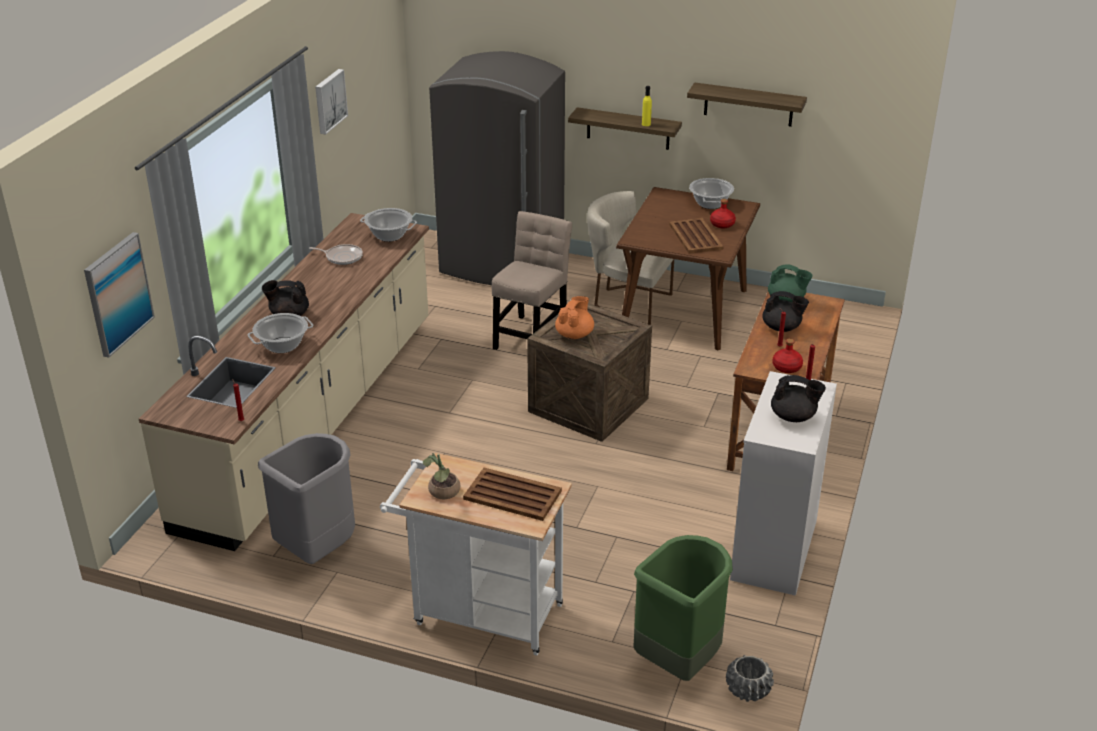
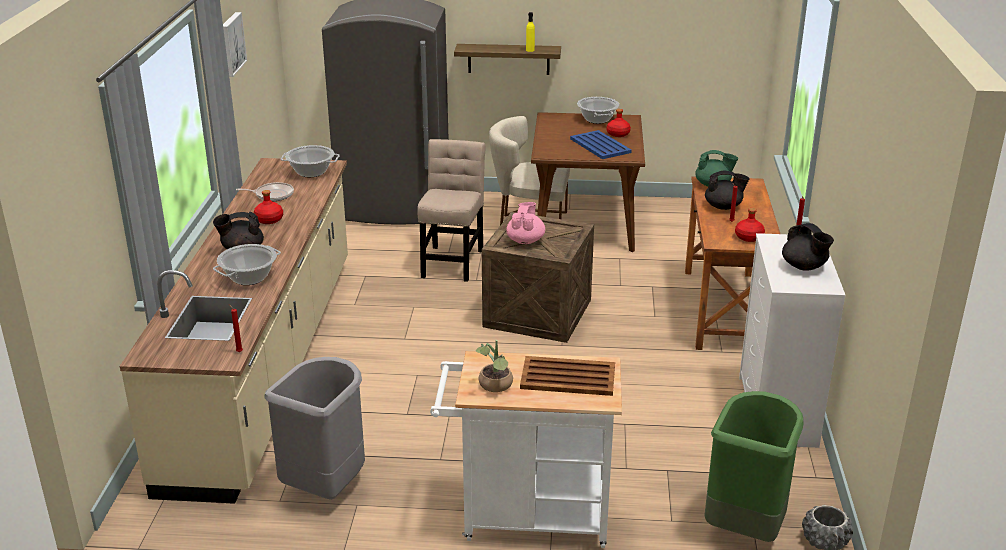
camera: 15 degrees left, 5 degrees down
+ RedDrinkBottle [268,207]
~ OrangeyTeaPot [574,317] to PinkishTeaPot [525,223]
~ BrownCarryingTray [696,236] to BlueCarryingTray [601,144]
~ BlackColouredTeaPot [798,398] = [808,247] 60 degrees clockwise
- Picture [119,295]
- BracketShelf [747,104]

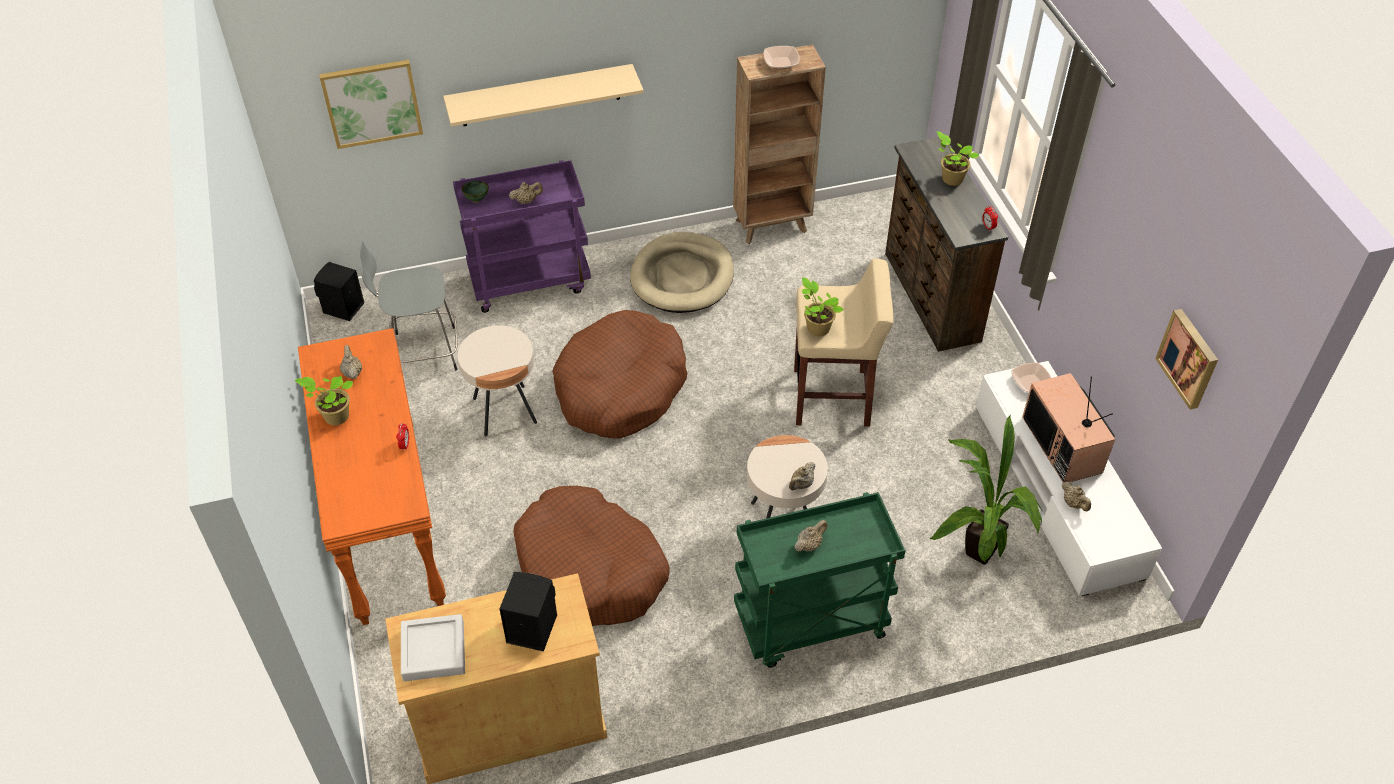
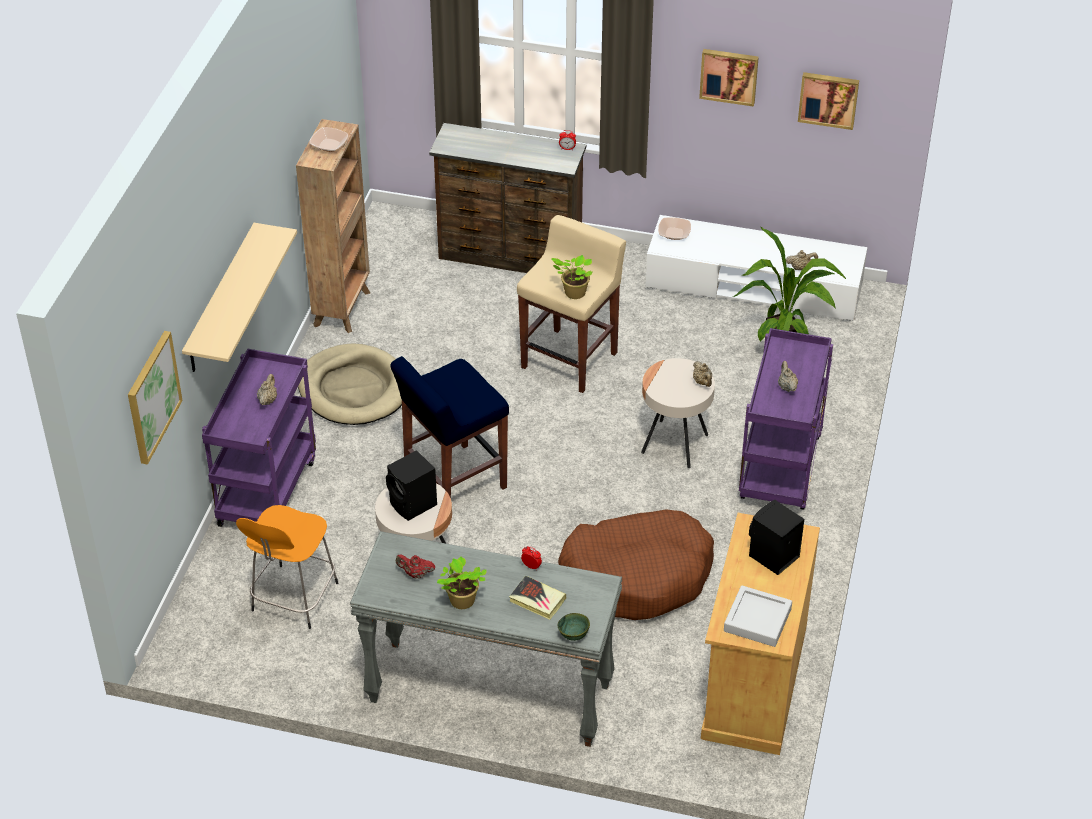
camera: 60 degrees left, 5 degrees down
~ GrayStool [408,305] to OrangeyStool [287,567]
~ OrangeyConsoleTable [372,476] to GrayConsoleTable [486,639]
~ BlackColouredAudioSpeaker [339,291] to [411,485]
~ BrownPetBed [619,374] to BlueStool [449,427]
~ BeigeTeaPot [351,362] to RedTeaPot [415,566]
+ Book [537,597]
~ GreenColouredDeepDish [475,192] to [574,627]
+ Picture [729,78]
~ GreenColouredTrolley [820,580] to PurplishTrolley [786,419]
- Houseplant [957,158]
- Television [1068,428]

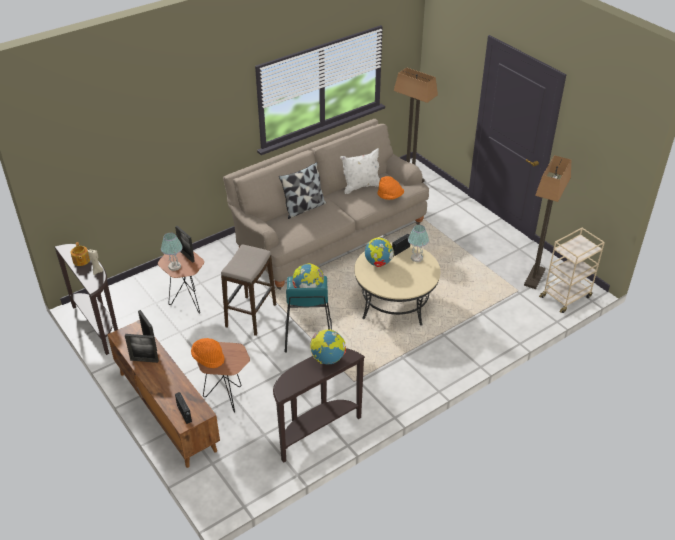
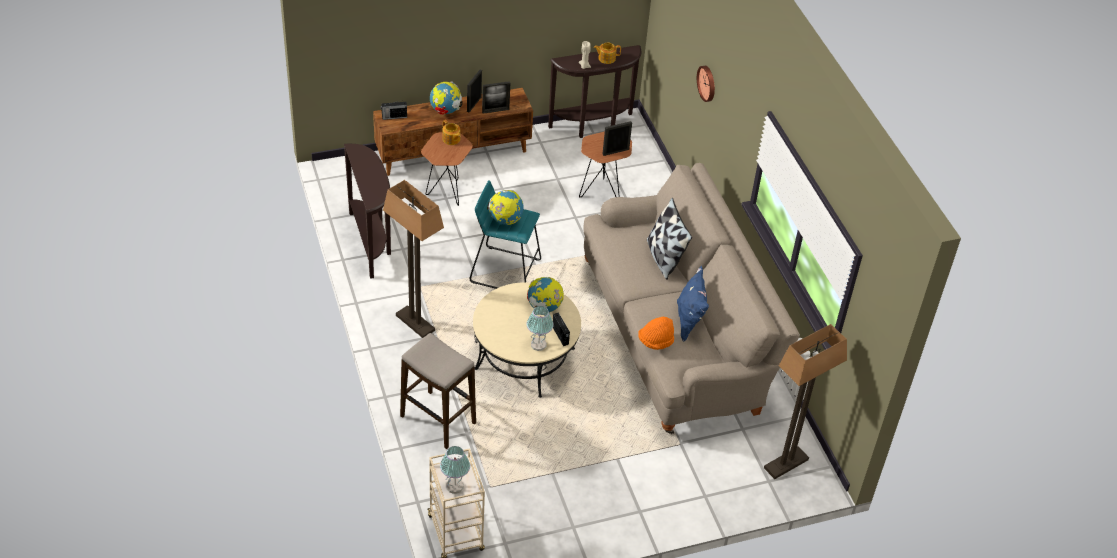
camera: 105 degrees right, 5 degrees up
~ StandardLamp [547,222] to [413,259]
~ Stool [248,290] to [438,391]
~ WorldGlobe [328,346] to [446,98]
~ TabletopLamp [172,251] to [455,470]
~ OrangeyHat [207,353] to TeaPot [451,132]
~ WhiteCushion [360,171] to BlueCushion [693,304]
+ WallClock [706,84]

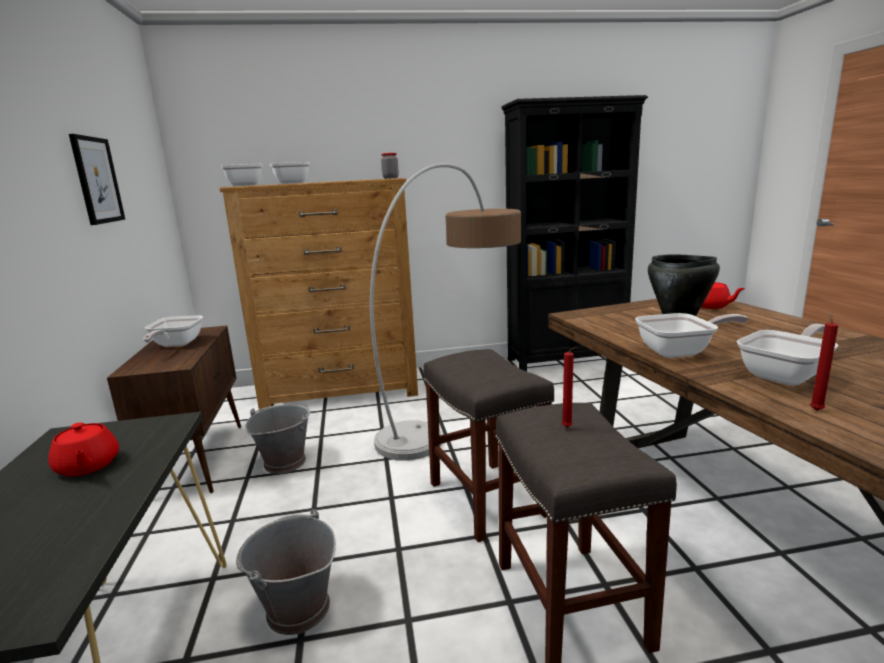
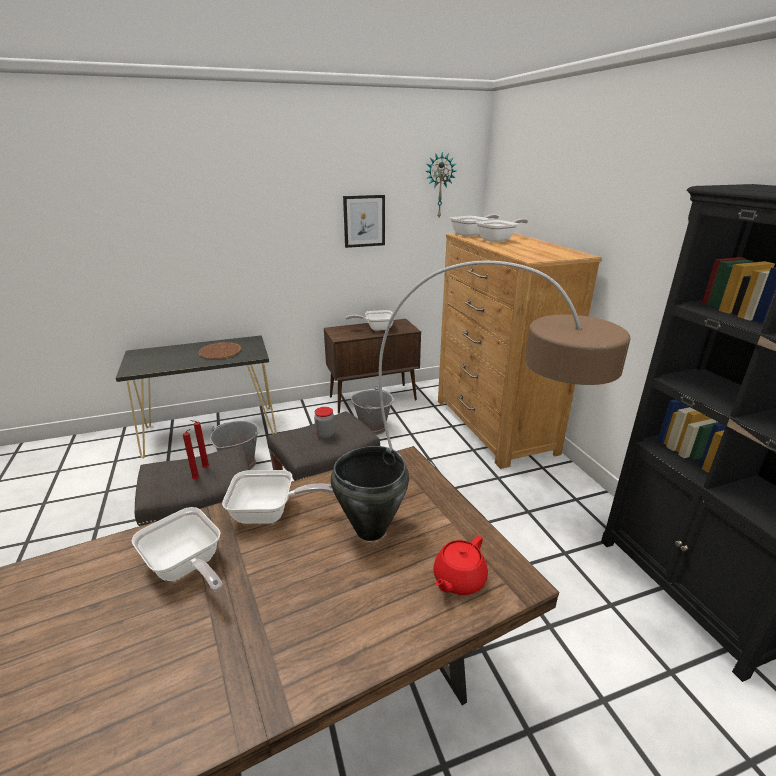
camera: 80 degrees right, 10 degrees up
~ RedWaxCandle [824,361] to [191,454]
~ RedTeaPot [83,449] to BrownDinnerPlate [220,350]
~ Skillet [692,335] = [278,497] 75 degrees counterclockwise
~ PreserveJar [390,166] to [324,423]
+ WallClock [440,184]

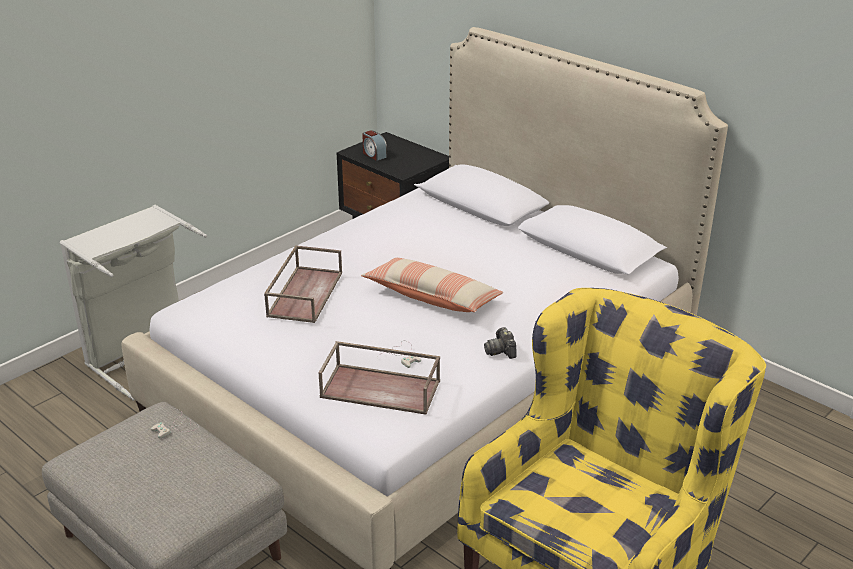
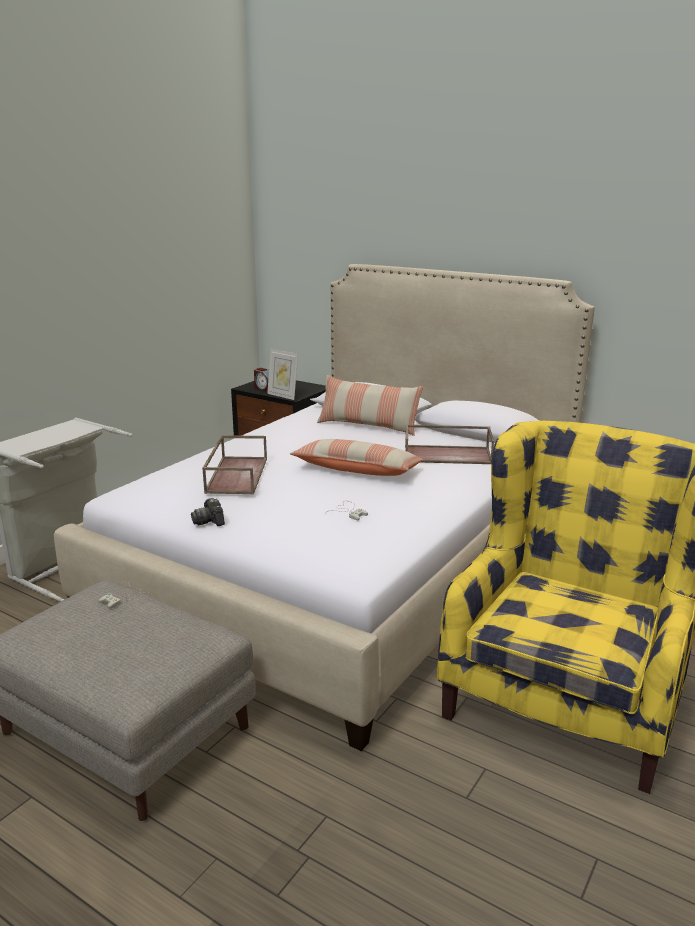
camera: 10 degrees left, 10 degrees down
~ PhotoCamera [500,343] to [208,512]
+ StandingFrame [282,374]
+ Cushion [370,405]
~ BrownCarryingTray [379,378] to [449,444]

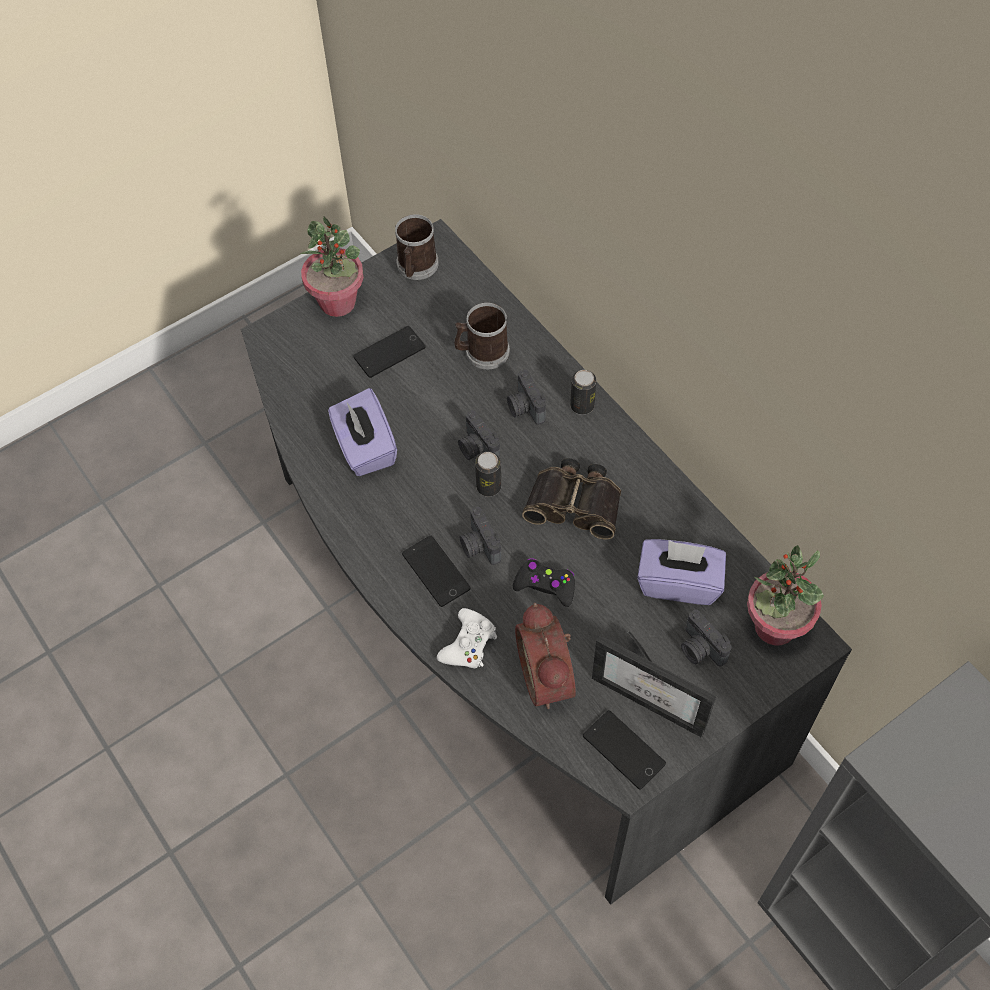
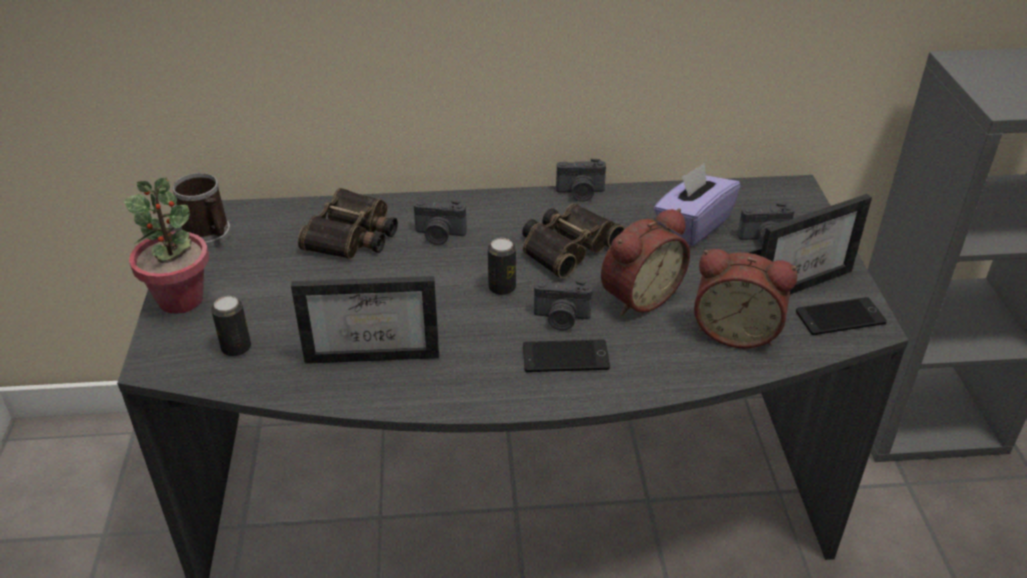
camera: 60 degrees left, 20 degrees down
~ Can [583,392] to [231,326]
~ PurplishBoxOfTissues [362,432] to StandingFrame [365,320]
~ Mug [482,336] to Binoculars [348,223]
~ PhotoCamera [479,435] to [581,180]
~ BlackColouredJoypad [544,582] to BedsideClock [645,262]
- Phone [389,352]
- WhiteJoypad [467,638]
- Houseplant [785,595]

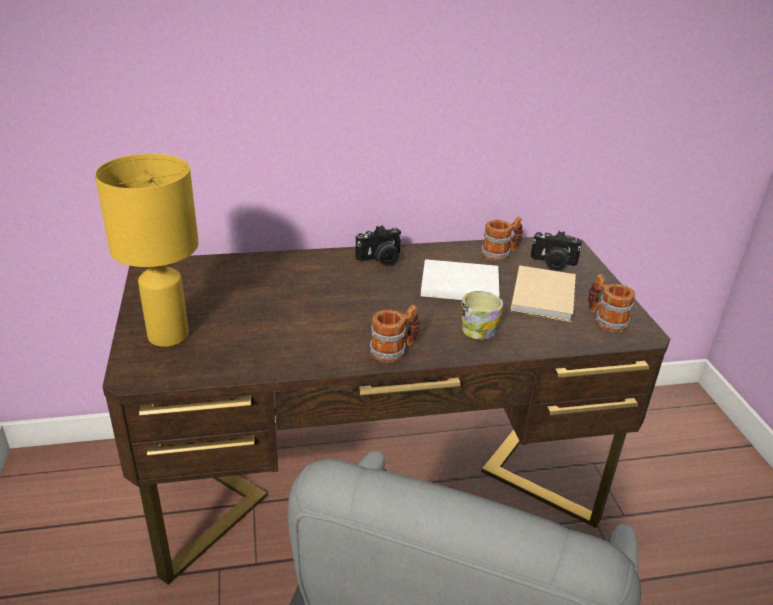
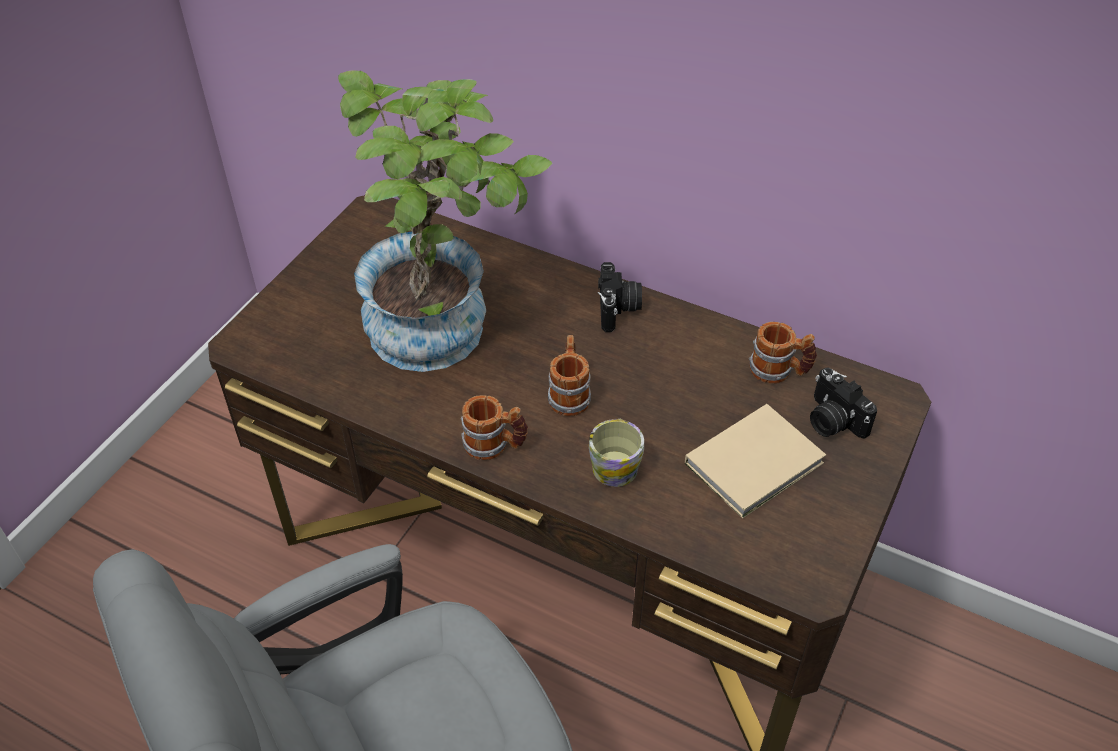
camera: 40 degrees right, 15 degrees up
+ Houseplant [445,221]
~ Mug [611,303] to [569,375]
~ PhotoCamera [378,245] = [620,297] 105 degrees counterclockwise
- YellowishTabletopLamp [147,250]
- WhiteBook [460,279]

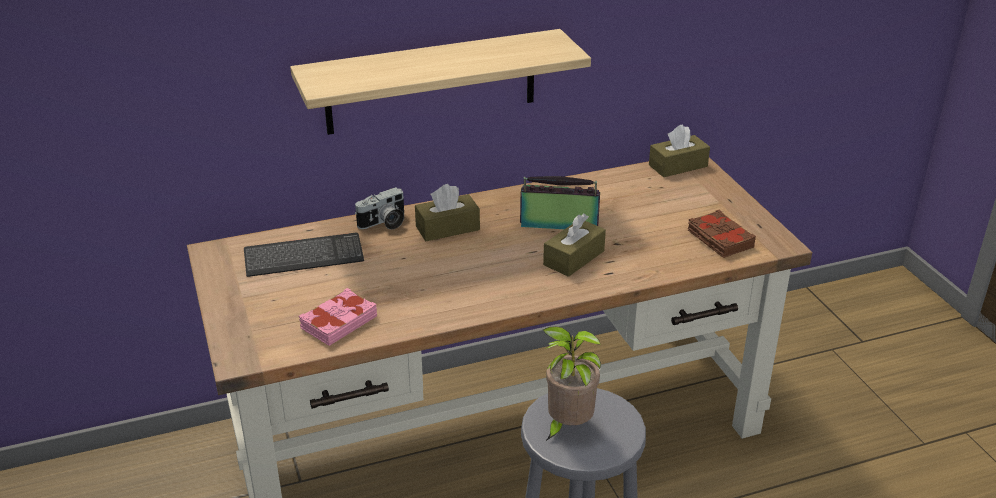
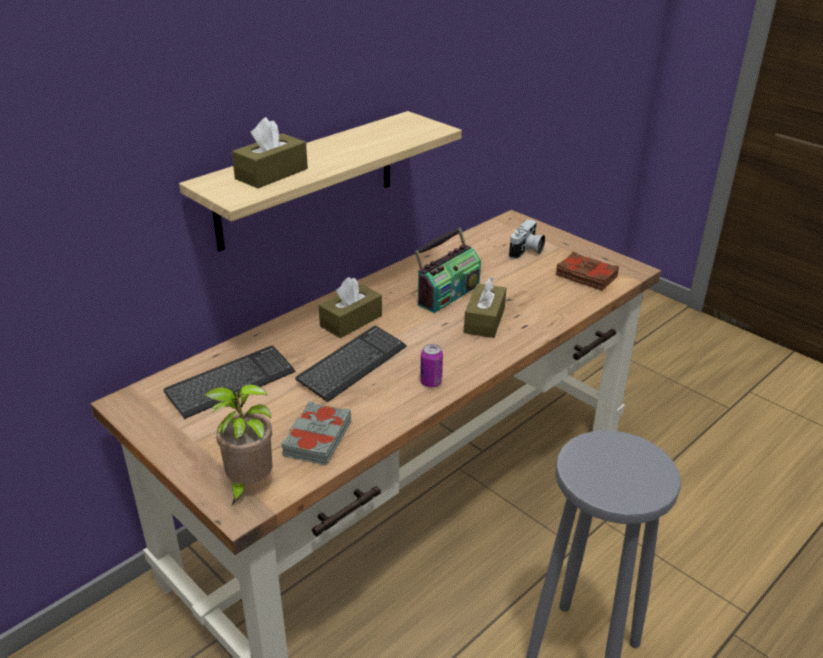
camera: 25 degrees left, 0 degrees up
~ Houseplant [572,383] to [238,444]
~ BrownBoxOfTissues [679,150] to [270,152]
~ PinkishBook [338,317] to GrayBook [316,433]
+ Keyboard [351,364]
~ Radio [560,202] = [448,270] 150 degrees clockwise
+ Can [431,366]
~ PhotoCamera [379,208] to [527,239]

